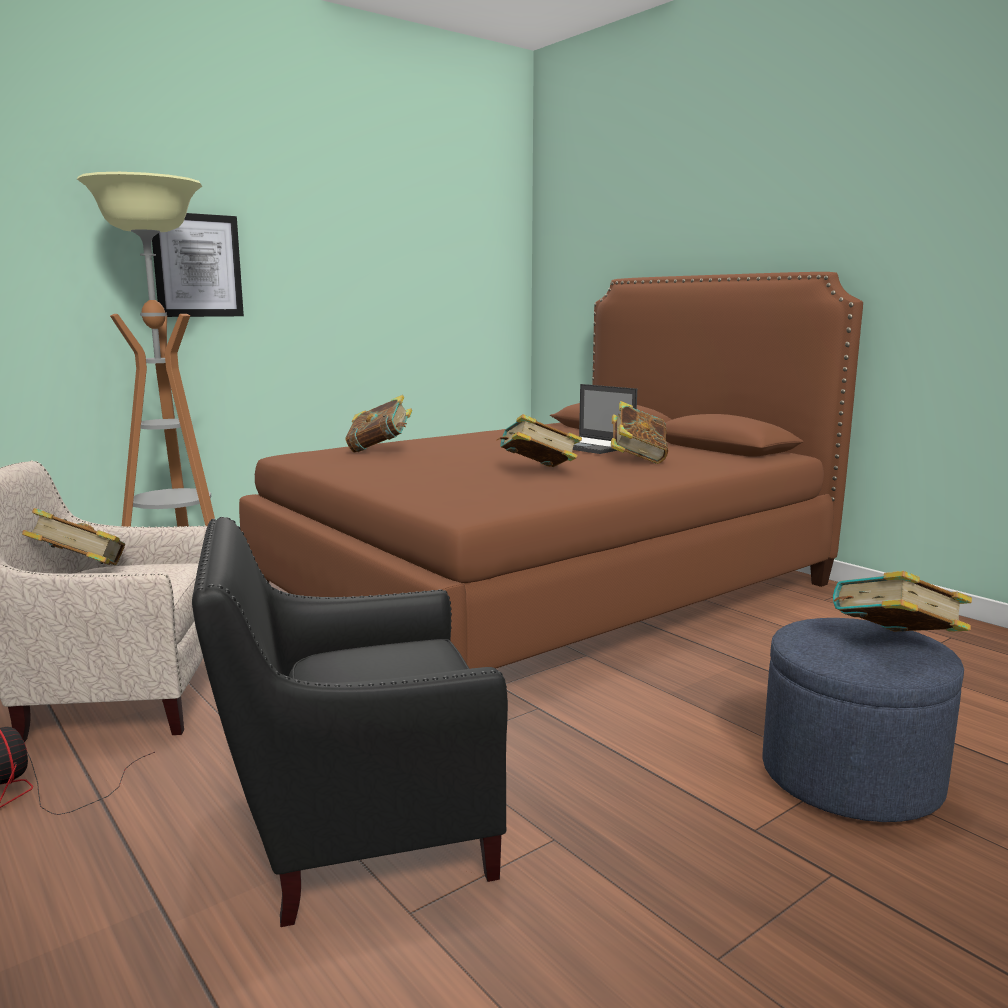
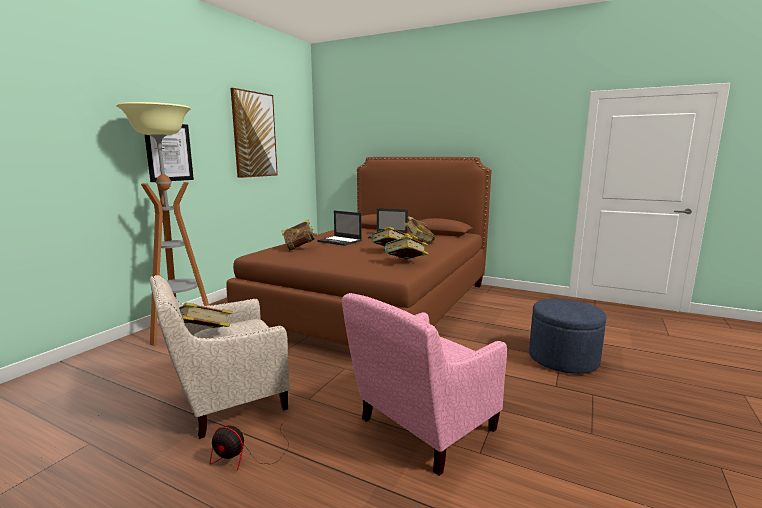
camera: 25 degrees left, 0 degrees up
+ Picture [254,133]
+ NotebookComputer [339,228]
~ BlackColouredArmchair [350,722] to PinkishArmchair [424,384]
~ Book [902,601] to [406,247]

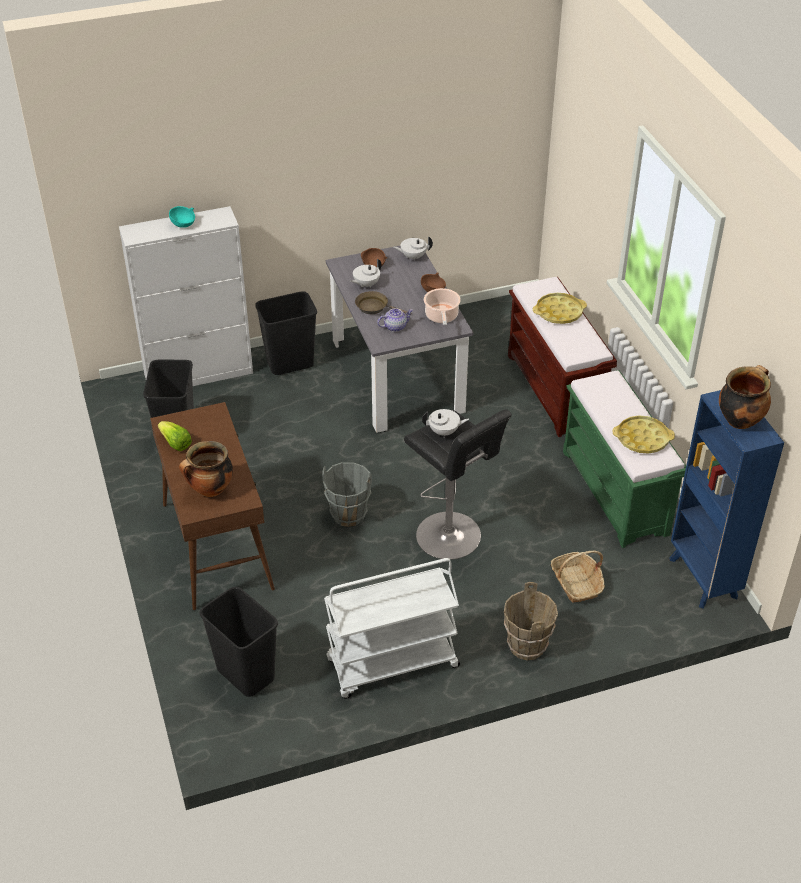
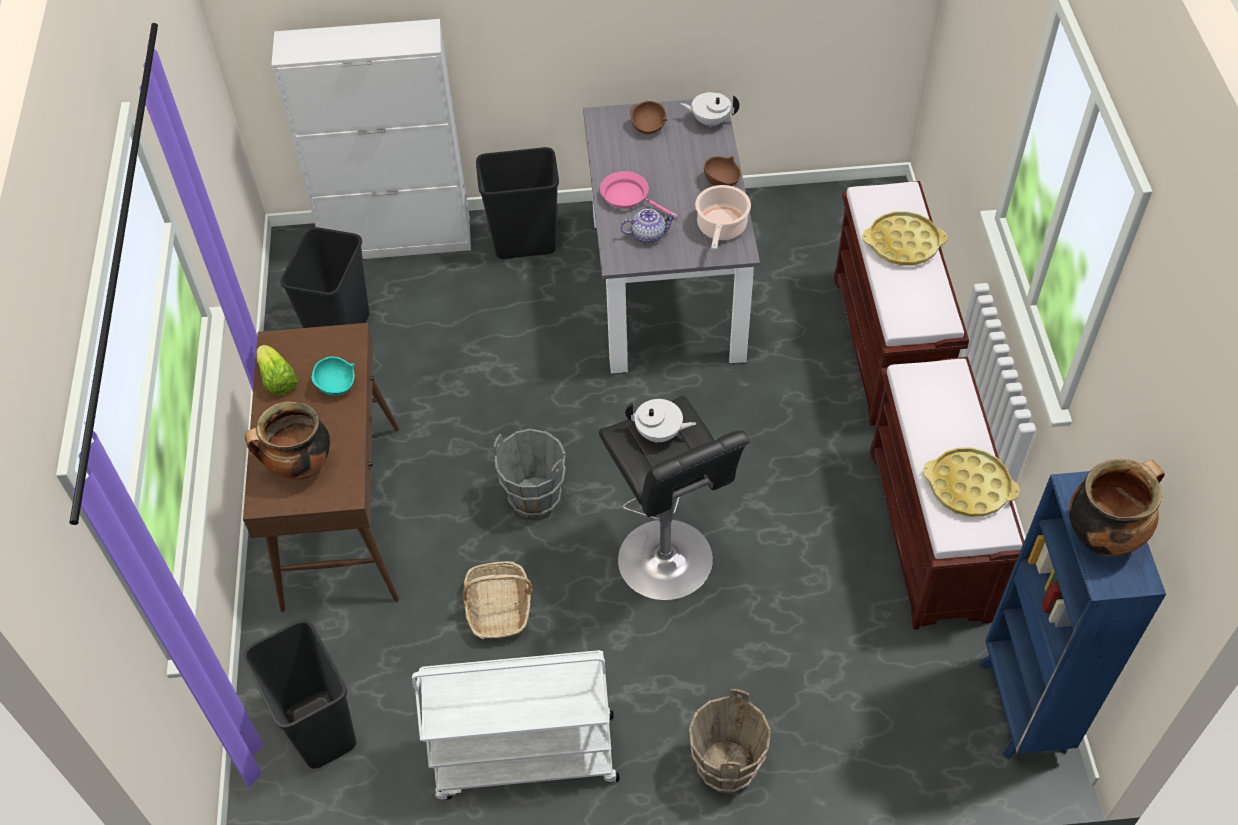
camera: 15 degrees right, 10 degrees up
~ BlueGreenDeepDish [182,217] to [333,376]
~ StorageBasket [578,576] to [497,600]
~ BrownSkillet [383,303] to PinkishSkillet [639,194]
~ GreenColouredBench [624,459] to BrownBench [947,493]
- WhiteTeaPot [365,273]

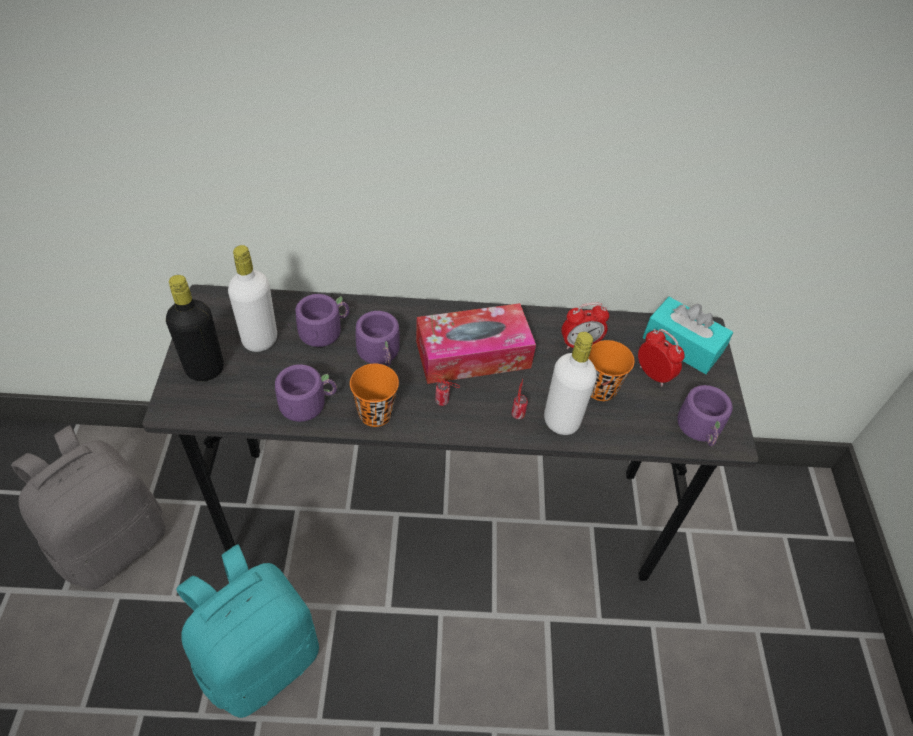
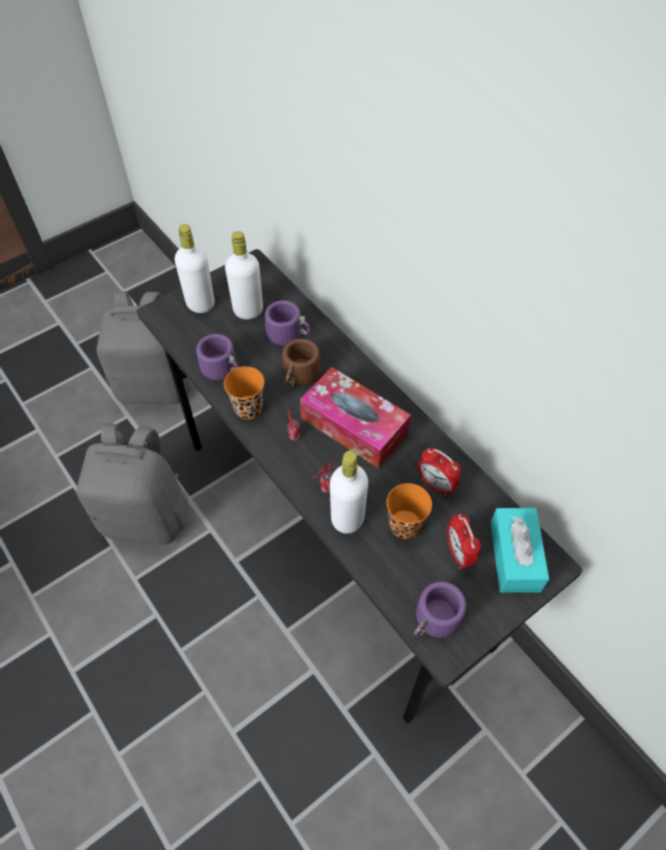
camera: 55 degrees right, 5 degrees up
~ BlueGreenKnapsack [247,631] to GrayKnapsack [132,484]
~ BlackColouredDrinkBottle [195,328] to WhiteDrinkBottle [195,268]
~ PurplishMug [378,338] to BrownMug [305,363]
~ BedsideClock [661,357] = [463,541] 150 degrees clockwise

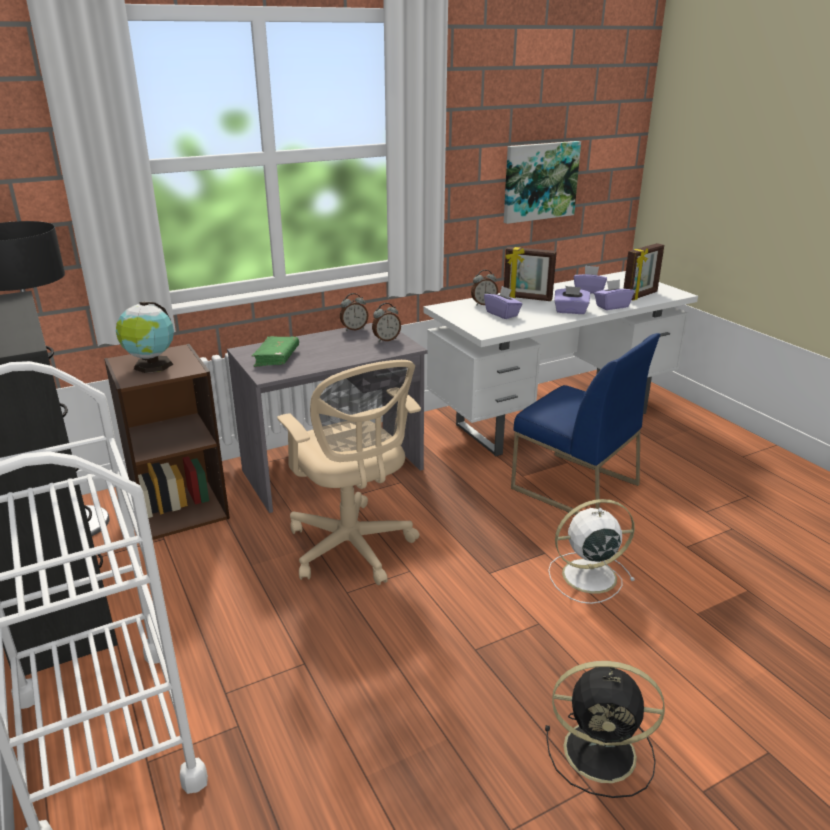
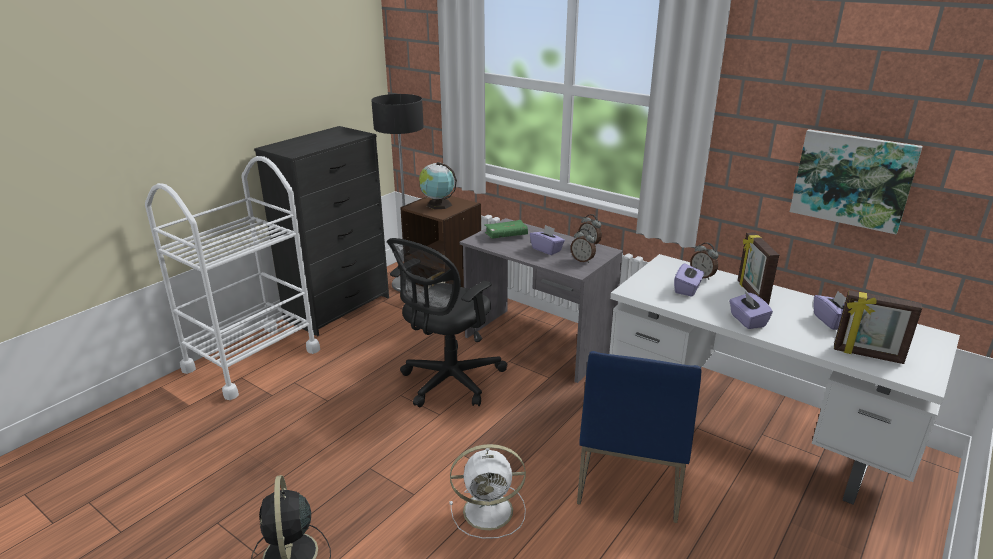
camera: 65 degrees right, 0 degrees up
~ BeigeOfficeChair [349,472] to BlackColouredOfficeChair [447,322]
~ WhiteElectricFan [591,551] = [487,491] 120 degrees clockwise
~ PurplishBoxOfTissues [614,294] to [547,240]

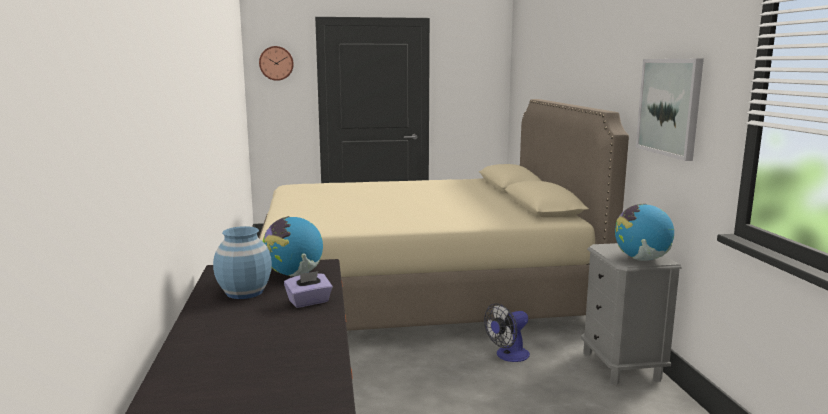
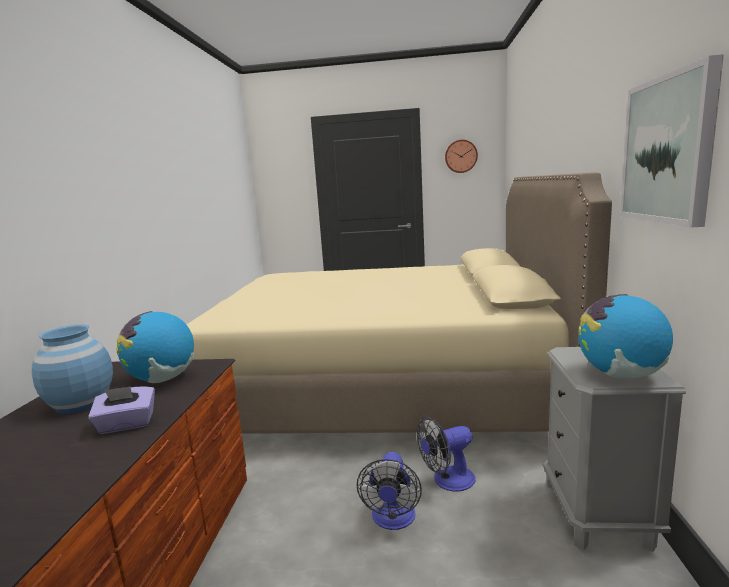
camera: 15 degrees right, 0 degrees up
+ ElectricFan [389,491]
~ WallClock [276,63] to [461,156]

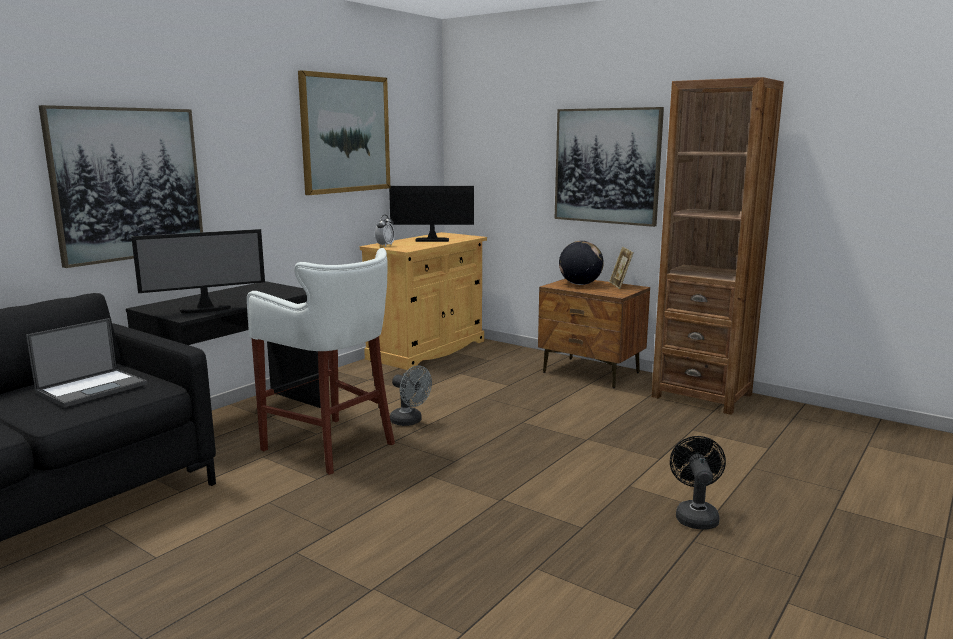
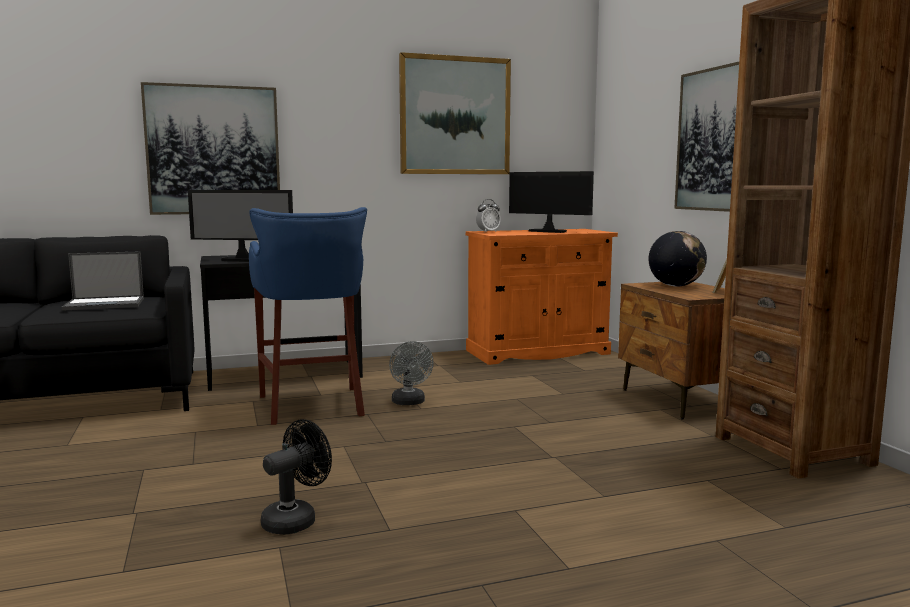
camera: 35 degrees right, 5 degrees down
~ WhiteStool [321,361] to BlueStool [308,316]
~ BlackColouredElectricFan [698,483] to [296,477]
~ BeigeCupboard [423,301] to OrangeyCupboard [542,297]

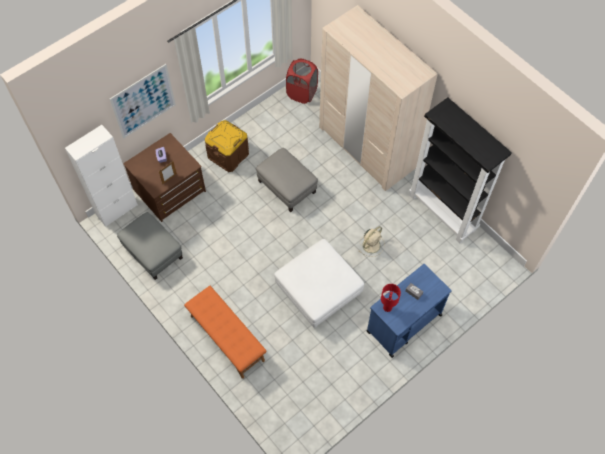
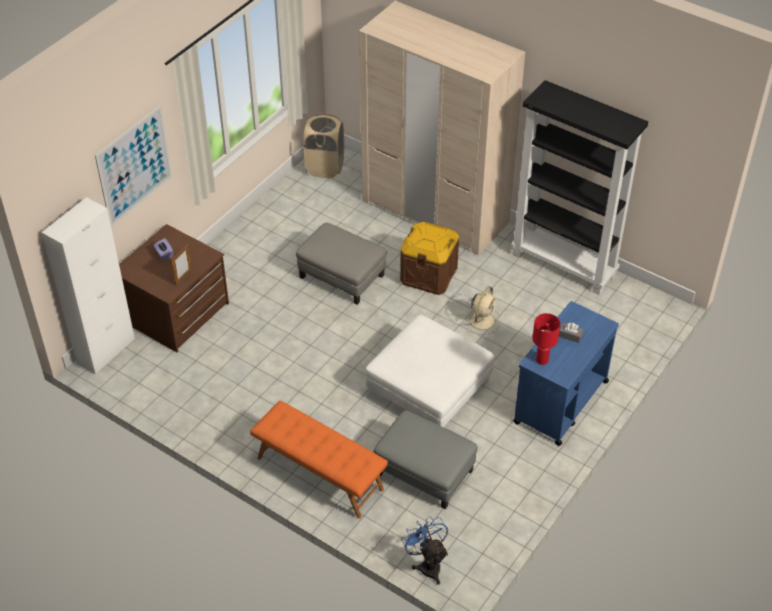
camera: 15 degrees left, 15 degrees down
~ RedHamper [302,81] to BeigeHamper [323,145]
~ GrayOttoman [150,246] to [425,459]
~ BrownStorageBin [227,146] to [429,258]
+ BlueElectricFan [424,550]

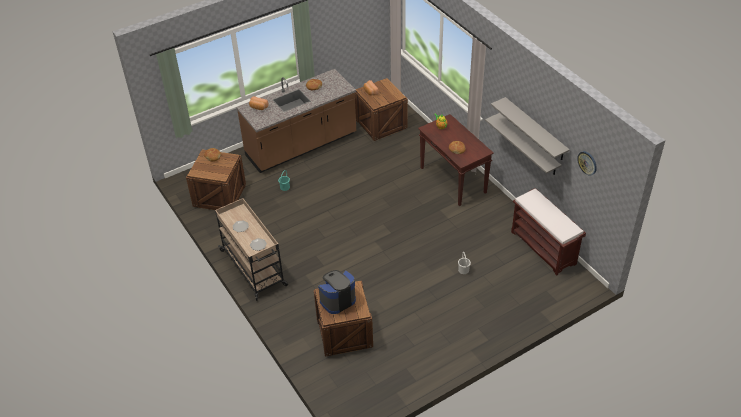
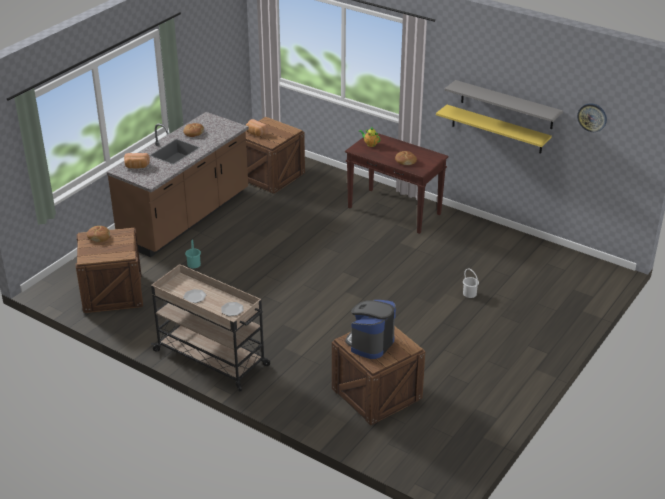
camera: 25 degrees left, 10 degrees down
~ GrayBracketShelf [523,144] to YellowishBracketShelf [494,129]
- BrownBench [548,231]

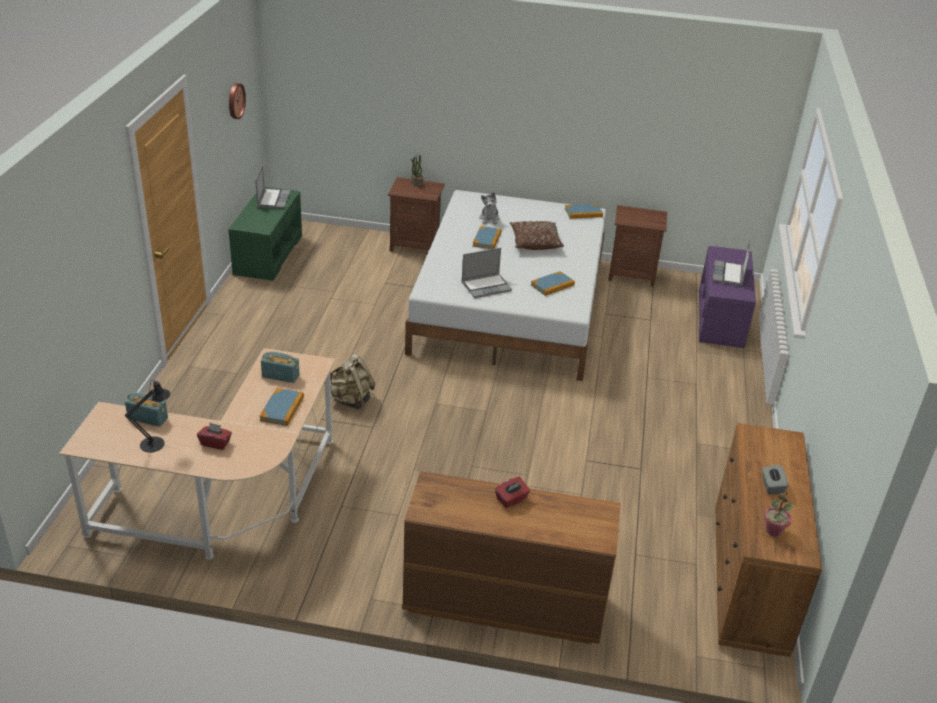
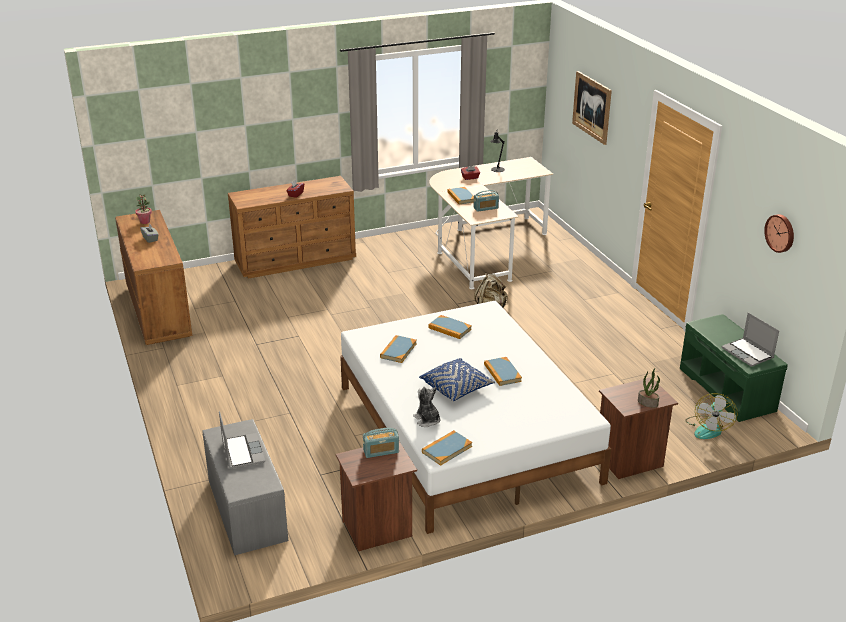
camera: 150 degrees right, 5 degrees down
~ PurplishBench [727,297] to GrayBench [245,487]
~ Radio [146,410] to [381,443]
~ SoftToy [490,208] to [426,407]
~ BrownCushion [537,235] to BlueCushion [457,379]
~ NotebookComputer [486,273] to Book [450,327]
+ Picture [592,108]
+ ElectricFan [711,416]

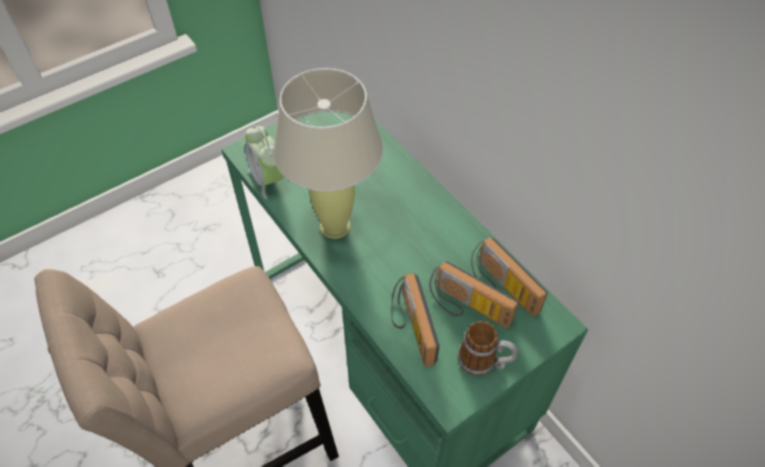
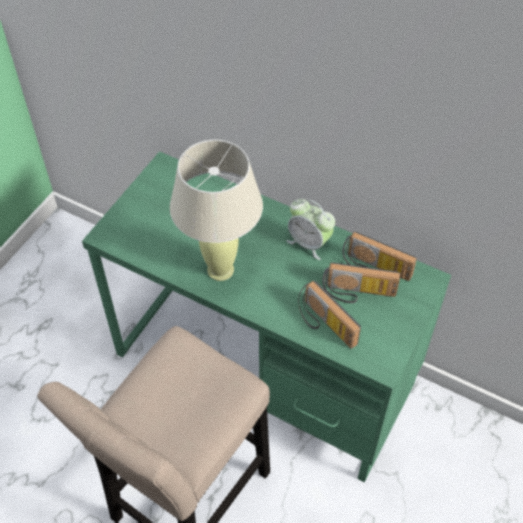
camera: 25 degrees left, 0 degrees up
~ BedsideClock [264,162] to [311,229]
- Mug [488,348]

